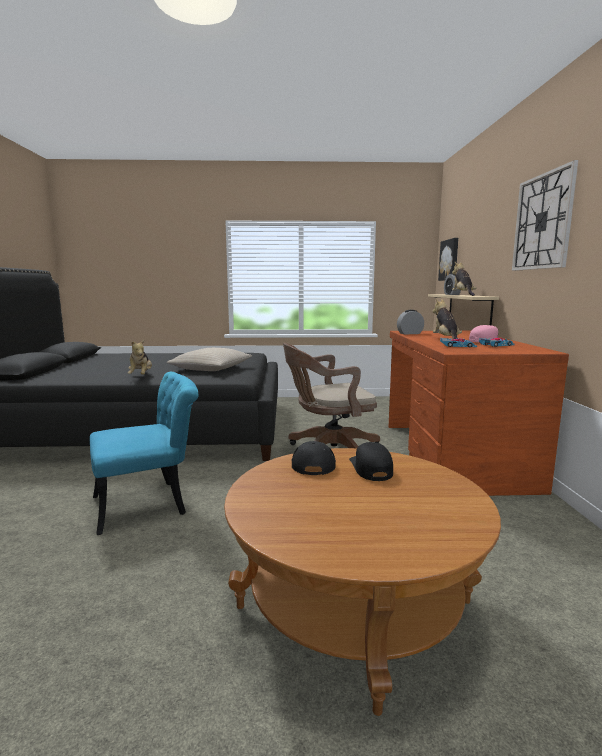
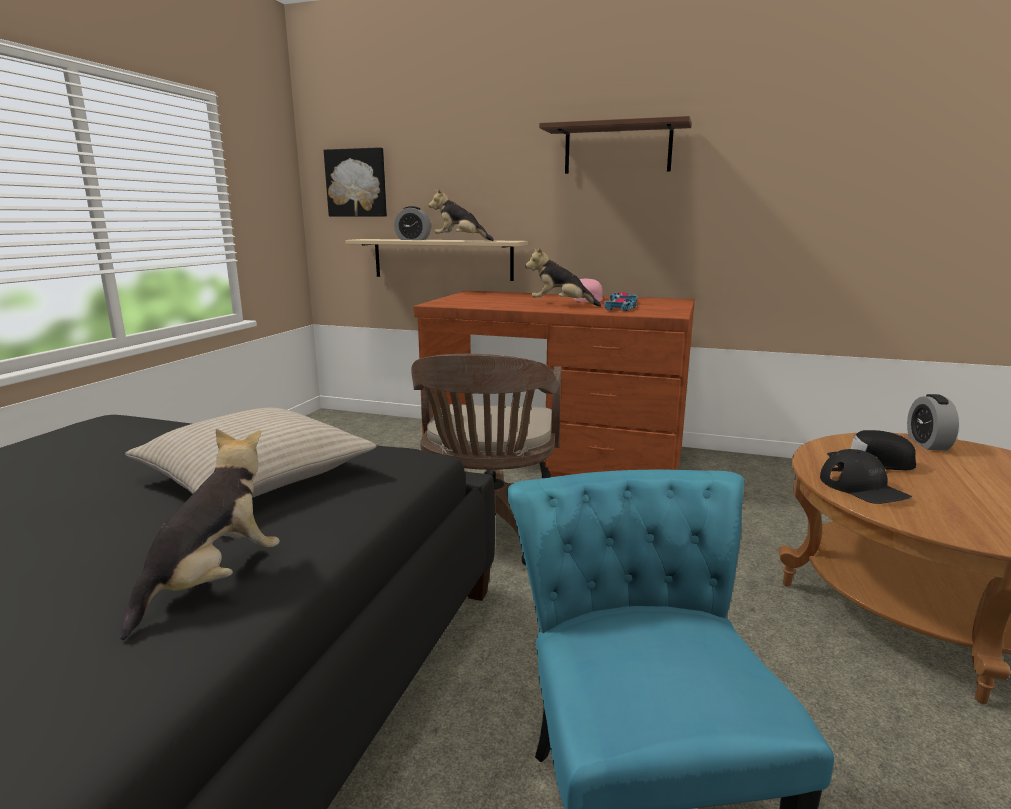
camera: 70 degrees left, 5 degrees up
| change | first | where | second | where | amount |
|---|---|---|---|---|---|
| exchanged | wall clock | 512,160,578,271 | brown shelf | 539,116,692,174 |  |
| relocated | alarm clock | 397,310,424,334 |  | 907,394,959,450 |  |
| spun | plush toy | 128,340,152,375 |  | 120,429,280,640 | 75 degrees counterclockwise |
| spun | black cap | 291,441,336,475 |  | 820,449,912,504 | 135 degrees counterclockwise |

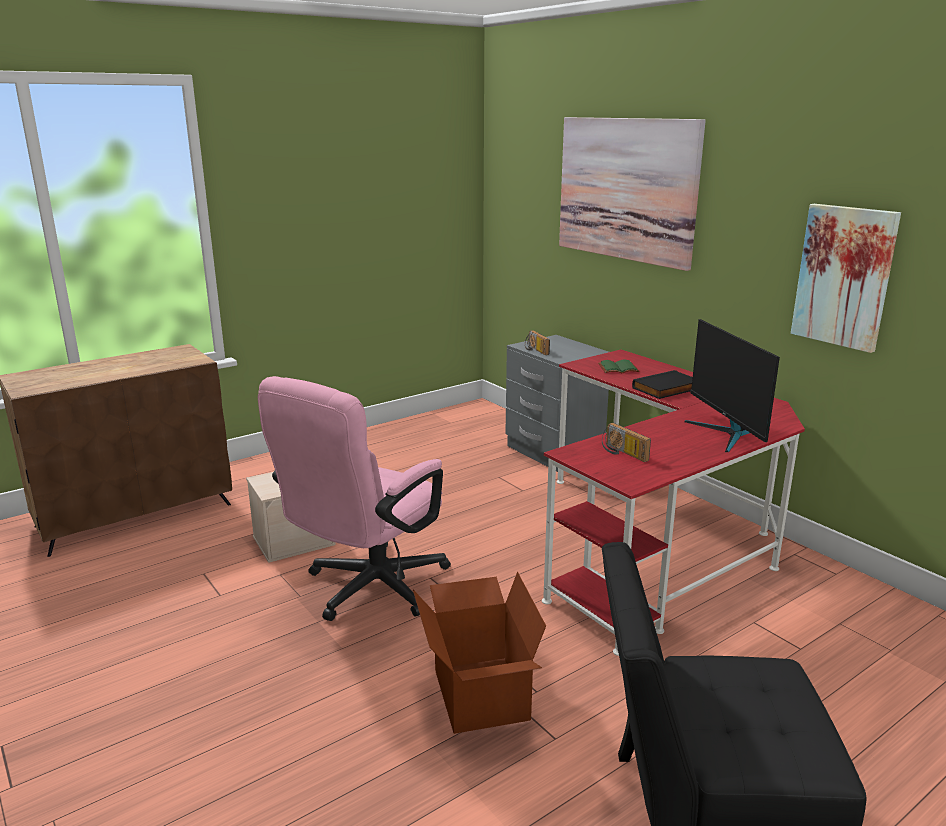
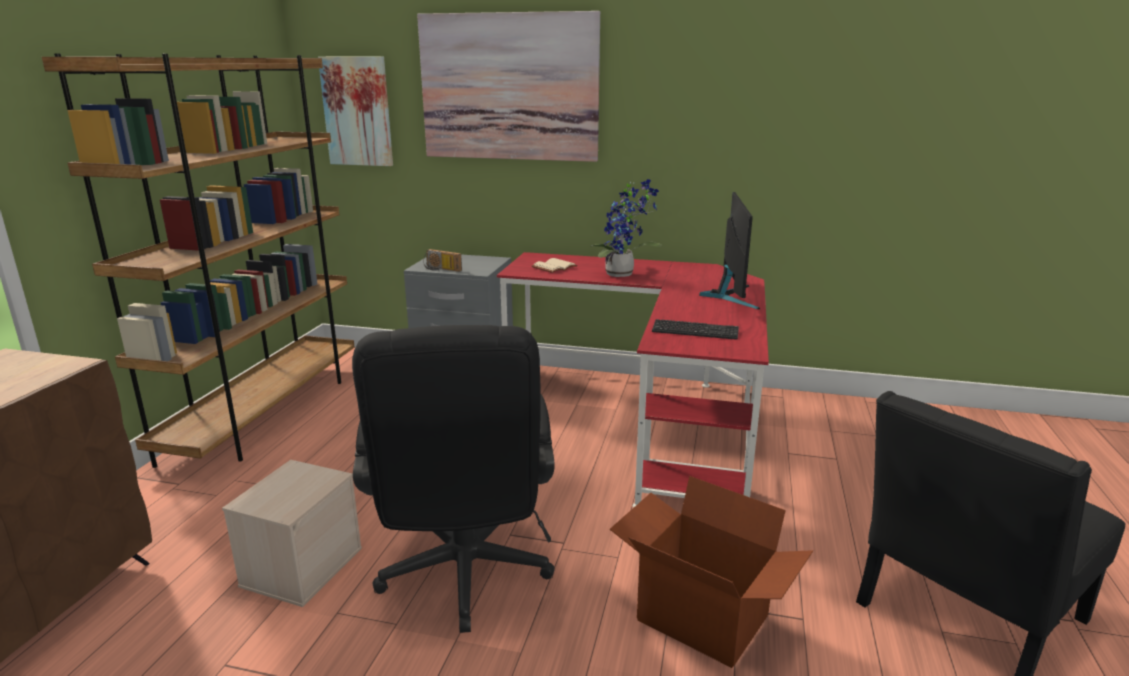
camera: 40 degrees left, 0 degrees up
| change | first | where | second | where | amount |
|---|---|---|---|---|---|
| relocated | picture | 791,204,901,353 |  | 318,57,393,166 |  |
| spun | monitor | 684,319,780,452 |  | 699,192,760,309 | 120 degrees counterclockwise |
| colour | green book | 598,359,639,373 | beige book | 532,258,577,273 |  |
| exchanged | black book | 632,370,693,399 | potted plant | 590,179,662,277 |  |
| colour | pink office chair | 258,376,451,621 | black office chair | 352,325,555,633 |  |
| exchanged | radio | 602,423,651,462 | keyboard | 652,319,739,340 |  |
| appeared |  |  | brown bookcase | 42,53,355,468 |  |

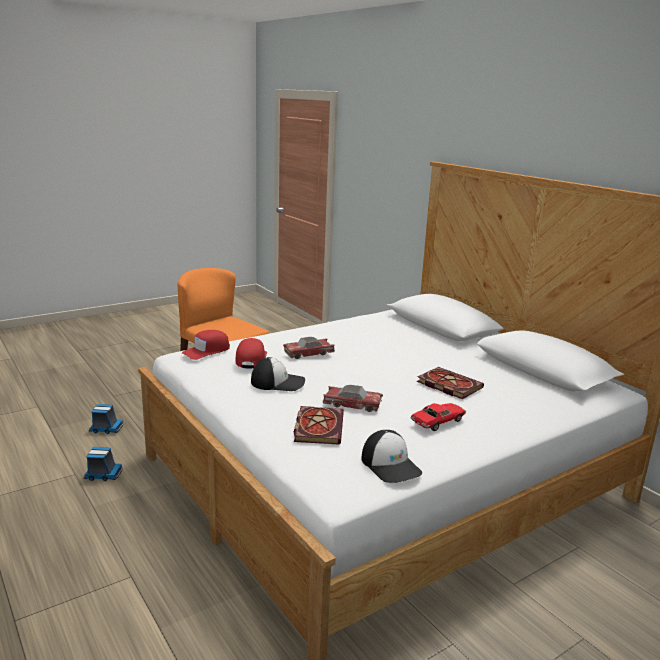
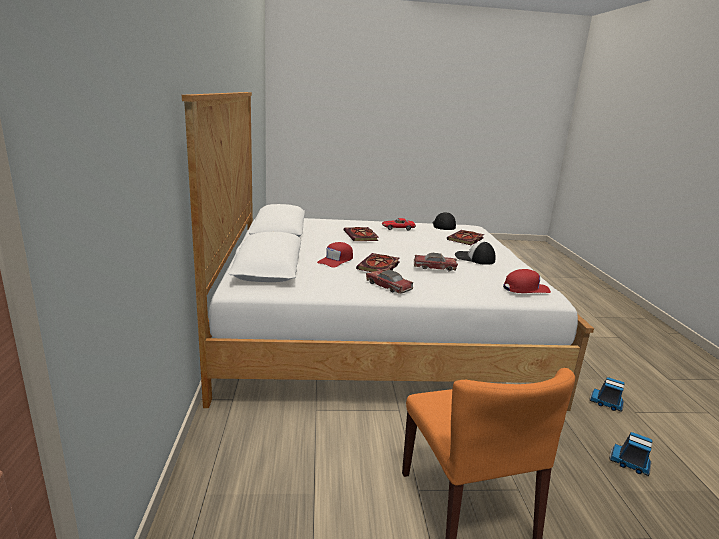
camera: 150 degrees left, 0 degrees up
| change | first | where | second | where | amount |
|---|---|---|---|---|---|
| relocated | red cap | 235,338,267,368 |  | 317,242,353,267 |  |
| relocated | toy car | 323,385,383,412 |  | 366,269,413,294 |  |
| appeared |  |  | book | 356,253,400,272 |  |

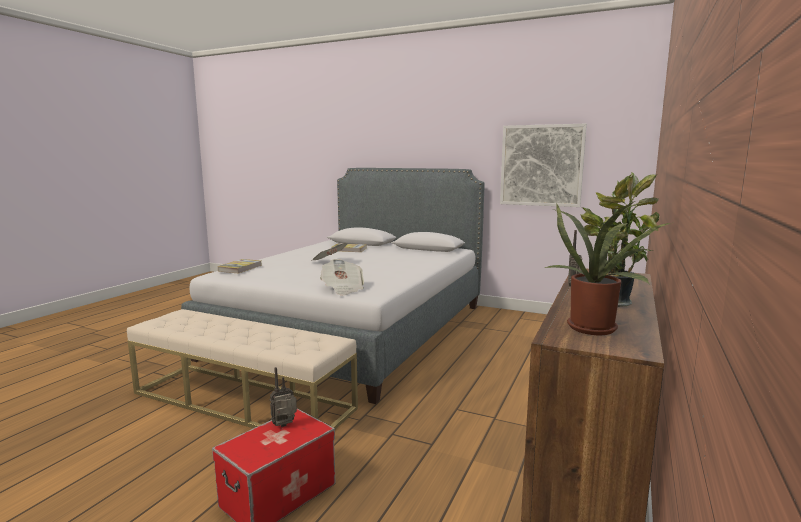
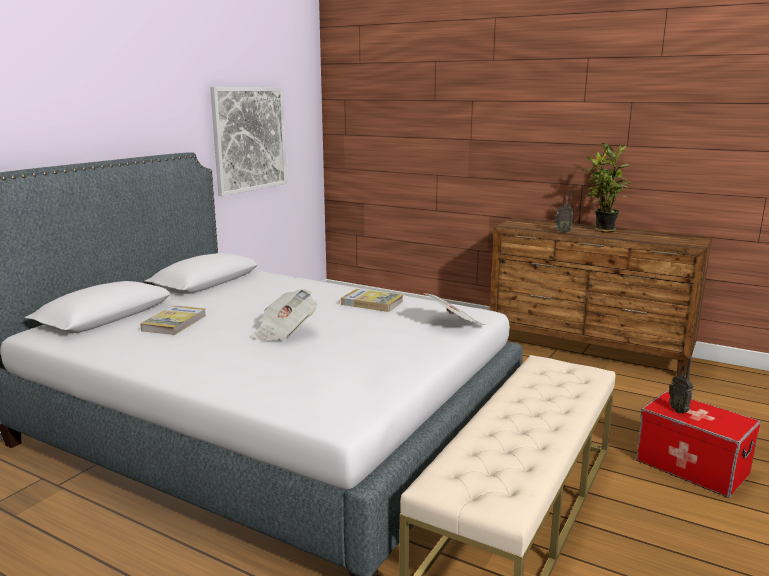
camera: 85 degrees left, 5 degrees up
| change | first | where | second | where | amount |
|---|---|---|---|---|---|
| missing | potted plant | 545,201,670,335 |  |  |  |
| relocated | book | 218,259,262,274 |  | 341,289,403,312 |  |

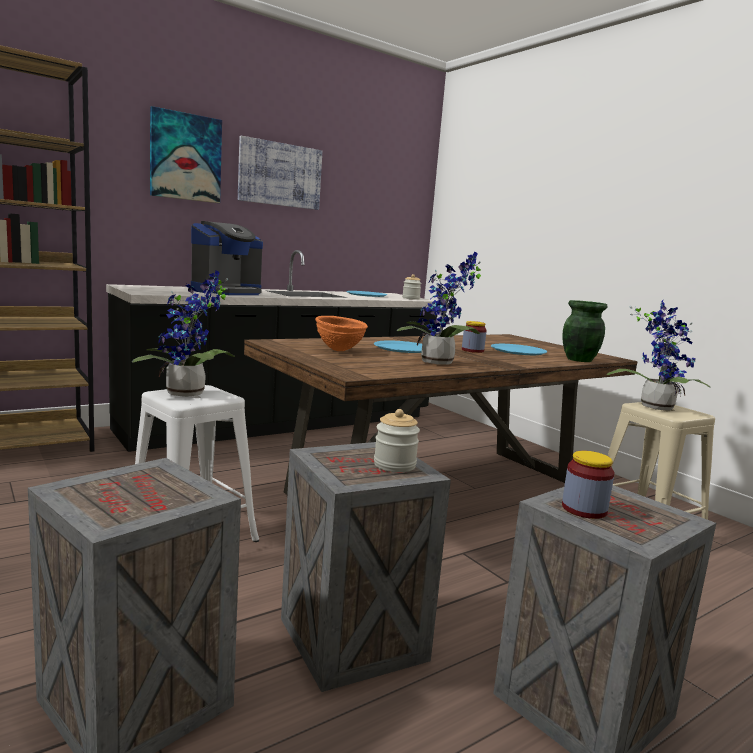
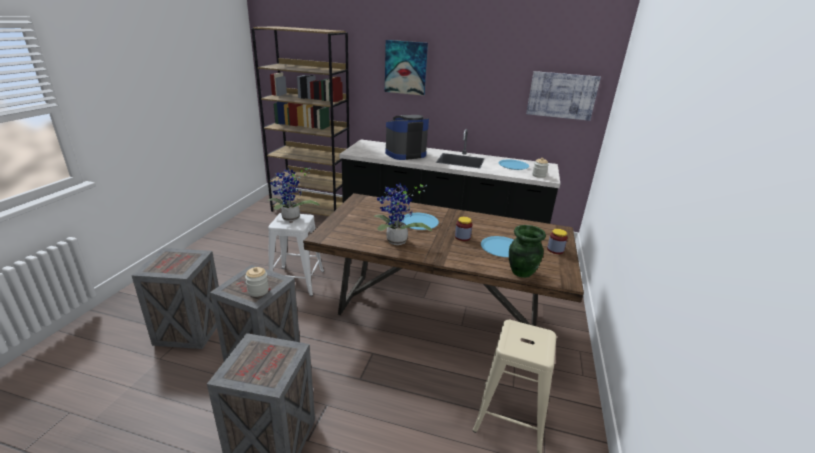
camera: 50 degrees right, 15 degrees up
| change | first | where | second | where | amount |
|---|---|---|---|---|---|
| relocated | picture | 238,136,322,210 |  | 526,71,601,121 |  |
| spun | coffee machine | 191,221,263,295 |  | 385,115,429,160 | 150 degrees clockwise |
| missing | potted plant | 607,300,711,410 |  |  |  |
| missing | orange bowl | 315,316,368,351 |  |  |  |
| relocated | jar | 562,451,614,519 |  | 547,229,568,254 |  |

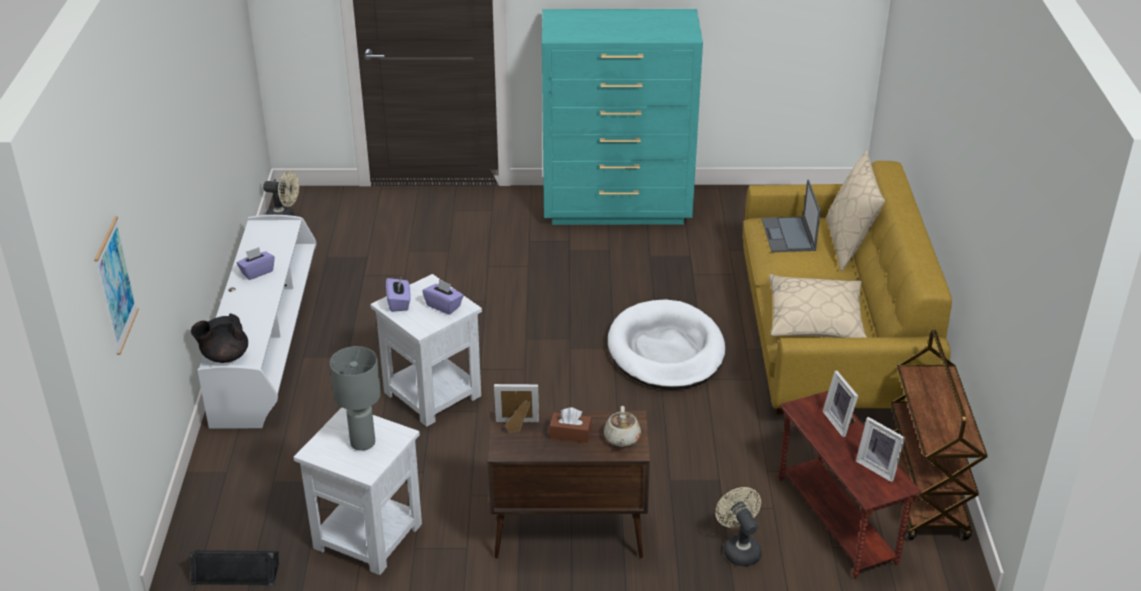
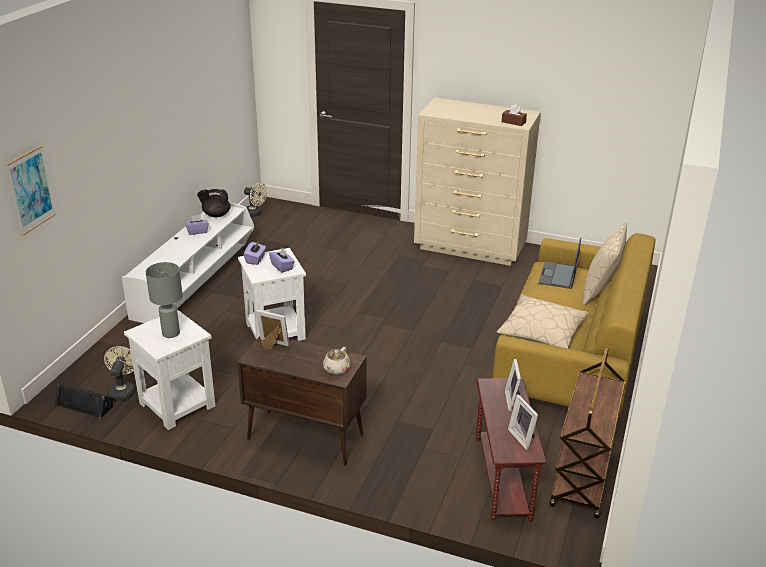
camera: 20 degrees right, 5 degrees down
| change | first | where | second | where | amount |
|---|---|---|---|---|---|
| colour | turquoise dresser | 542,9,703,225 | beige dresser | 414,98,541,266 |  |
| missing | white dog bed | 608,299,725,390 |  |  |  |
| relocated | black teapot | 191,313,248,363 |  | 197,189,231,217 |  |
| relocated | brown tissue box | 549,407,592,443 |  | 502,104,527,126 |  |
| relocated | beige fan | 715,487,762,567 |  | 104,346,135,401 |  |

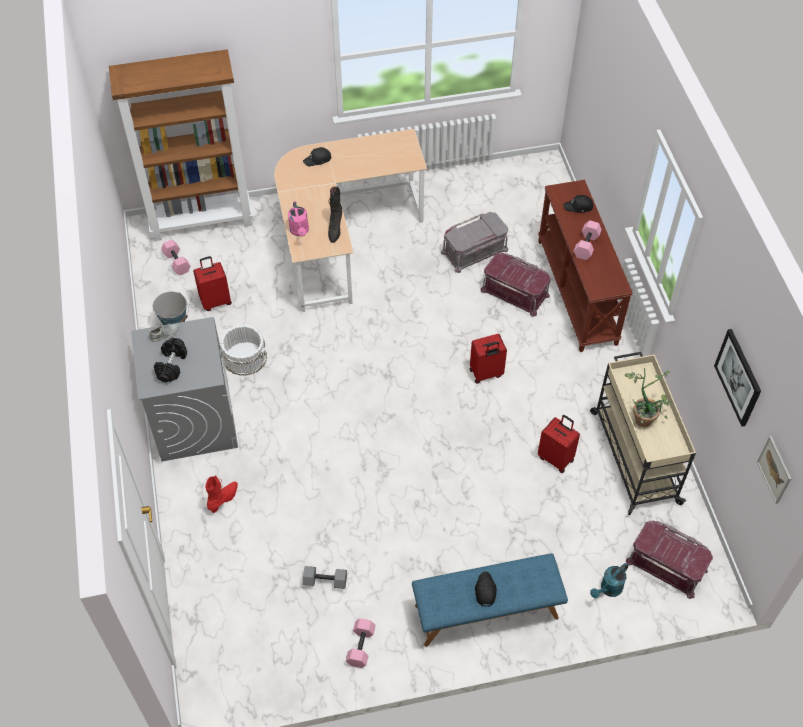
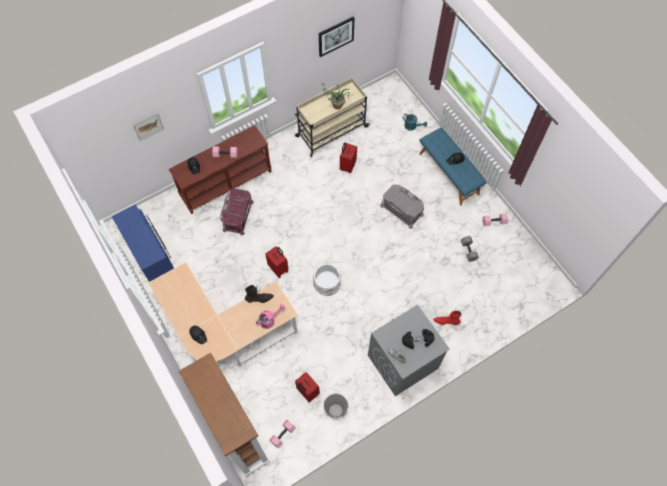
camera: 110 degrees left, 10 degrees up
| change | first | where | second | where | amount |
|---|---|---|---|---|---|
| relocated | grey storage box | 441,212,508,273 |  | 380,184,424,228 |  |
| relocated | white bucket | 220,325,267,376 |  | 313,263,341,296 |  |
| relocated | red suitcase | 470,334,507,384 |  | 265,247,289,278 |  |
| relocated | picture | 757,436,791,504 |  | 133,113,164,141 |  |
| missing | red storage box | 626,521,713,599 |  |  |  |
| appeared |  |  | blue dresser | 112,204,174,282 |  |

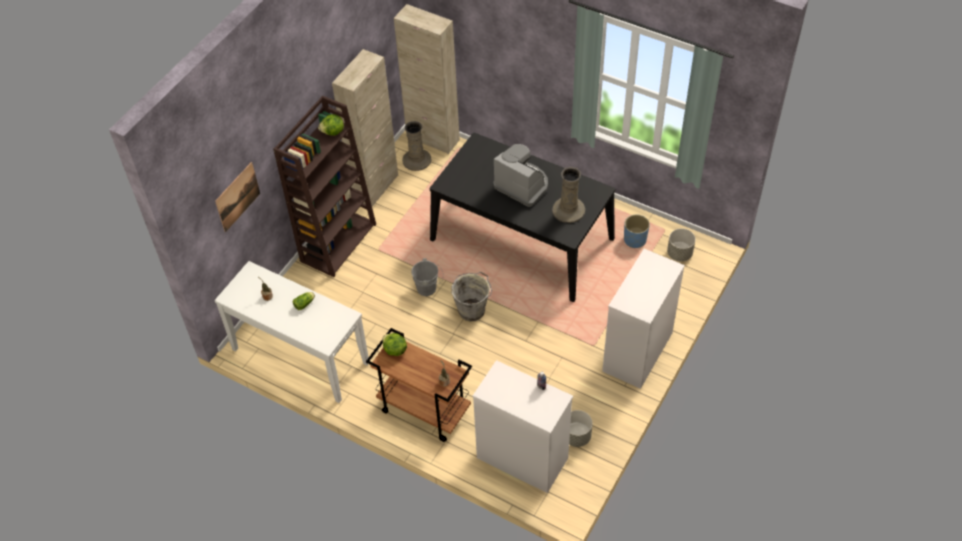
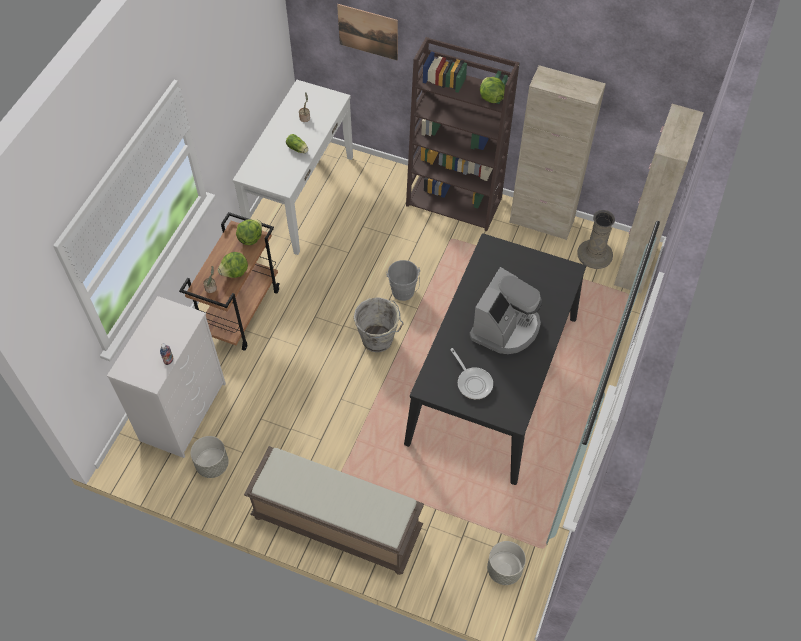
camera: 80 degrees right, 5 degrees up
| change | first | where | second | where | amount |
|---|---|---|---|---|---|
| exchanged | beige vase | 552,167,585,223 | frying pan | 450,348,493,399 |  |
| missing | blue planter | 624,214,650,248 |  |  |  |
| exchanged | white dresser | 602,249,685,389 | brown bench | 244,446,424,575 |  |
| appeared |  |  | lettuce | 218,252,248,278 |  |

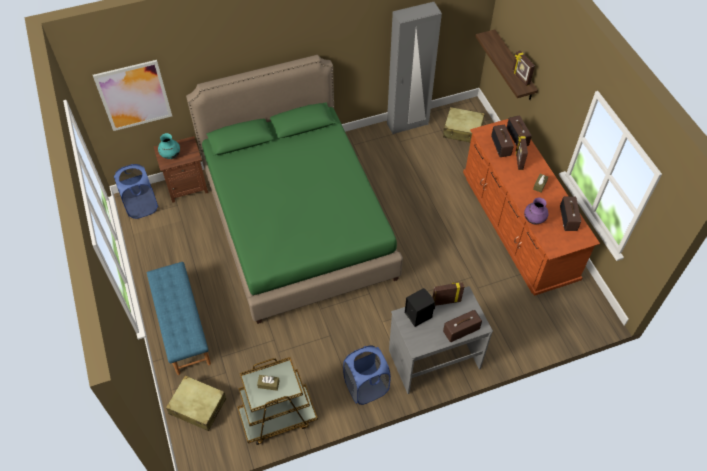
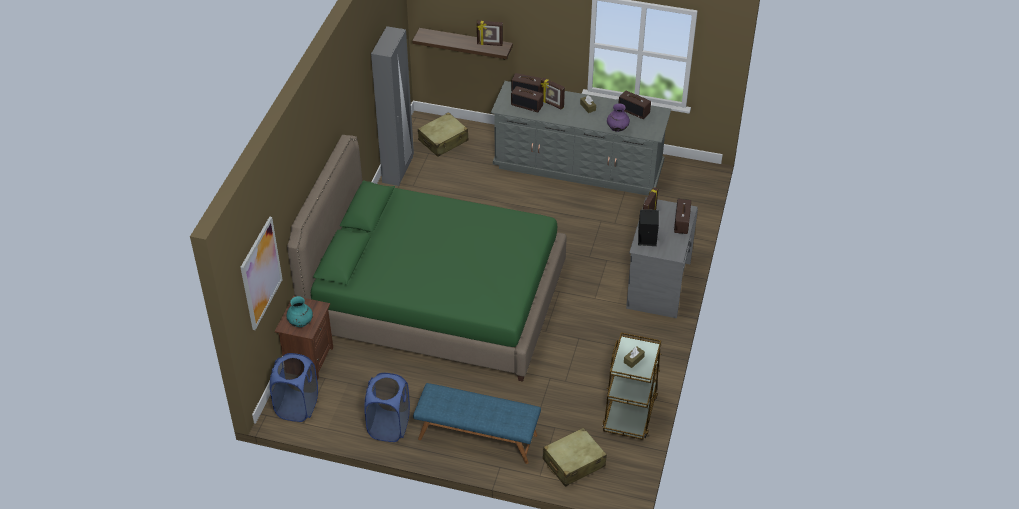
camera: 55 degrees left, 10 degrees down
| change | first | where | second | where | amount |
|---|---|---|---|---|---|
| colour | brown dresser | 463,119,600,296 | grey dresser | 491,81,671,196 |  |
| relocated | blue laundry basket | 343,345,391,405 |  | 364,373,410,442 |  |

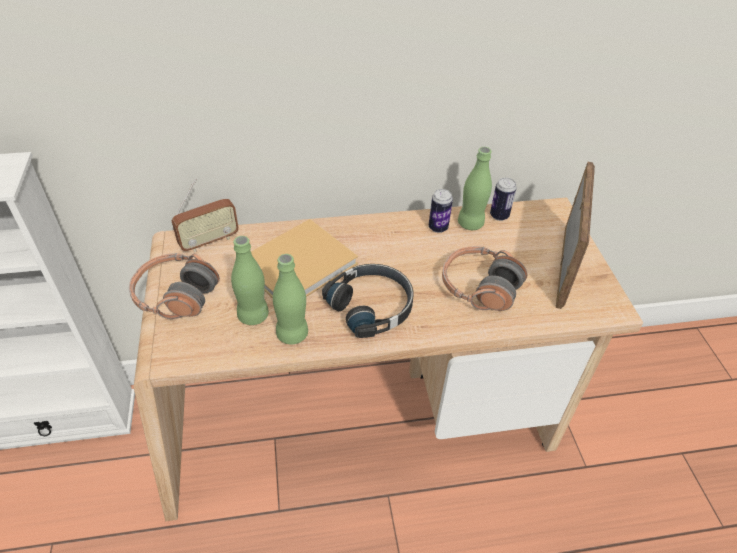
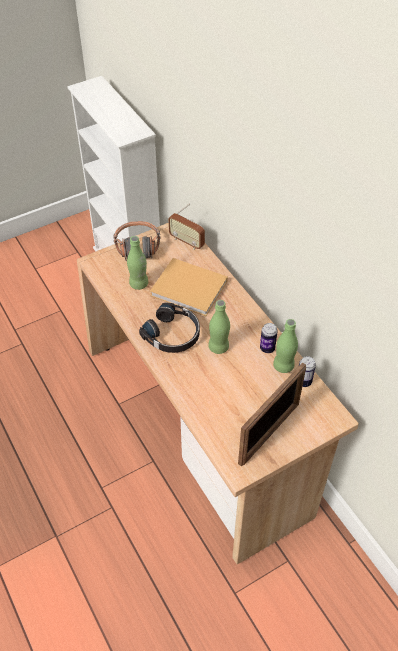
camera: 70 degrees right, 5 degrees up
| change | first | where | second | where | amount |
|---|---|---|---|---|---|
| spun | picture frame | 556,162,595,309 |  | 238,362,306,466 | 45 degrees counterclockwise |
| missing | headphones | 442,246,527,311 |  |  |  |
| relocated | green bottle | 273,254,308,345 |  | 208,300,230,354 |  |

